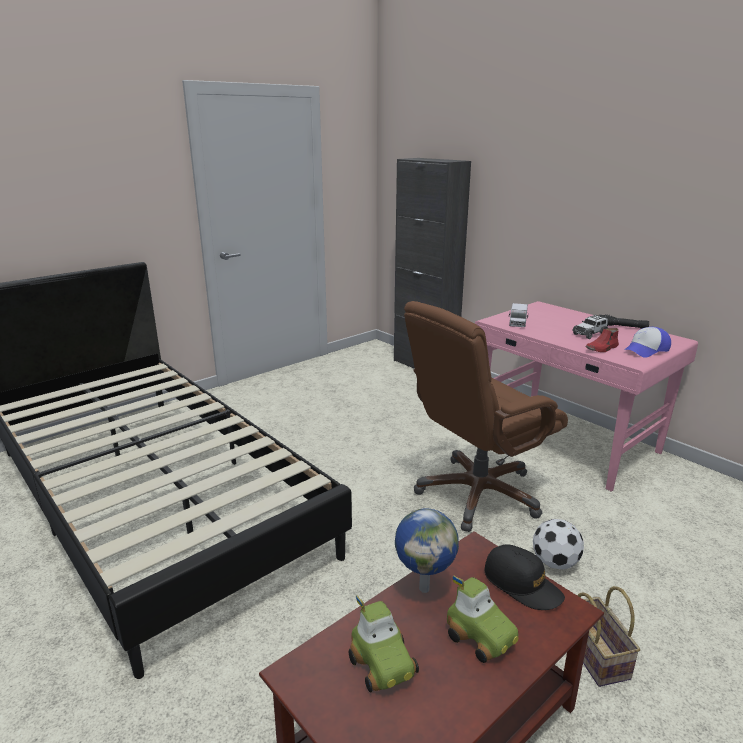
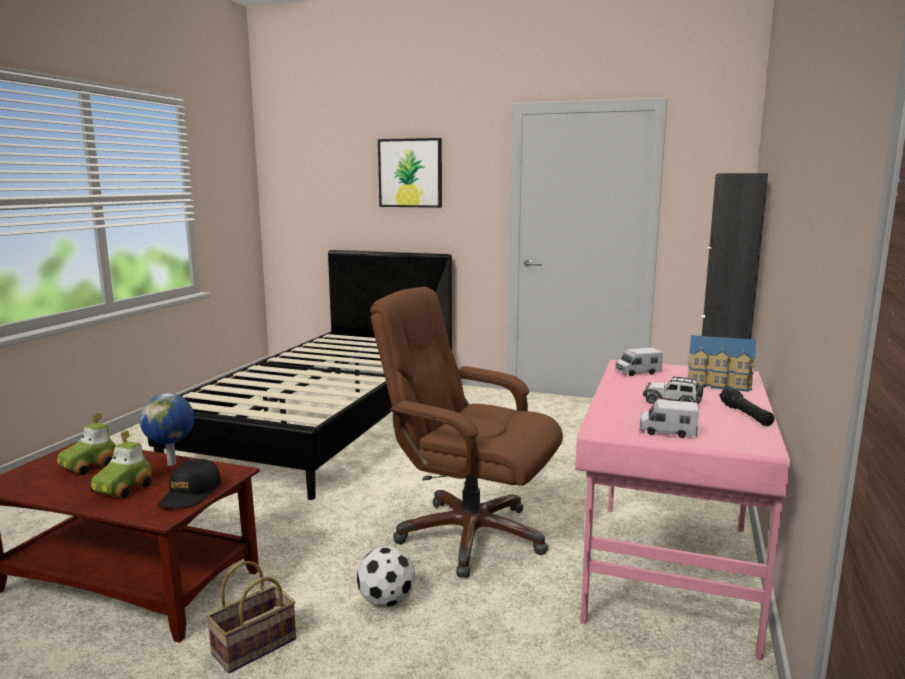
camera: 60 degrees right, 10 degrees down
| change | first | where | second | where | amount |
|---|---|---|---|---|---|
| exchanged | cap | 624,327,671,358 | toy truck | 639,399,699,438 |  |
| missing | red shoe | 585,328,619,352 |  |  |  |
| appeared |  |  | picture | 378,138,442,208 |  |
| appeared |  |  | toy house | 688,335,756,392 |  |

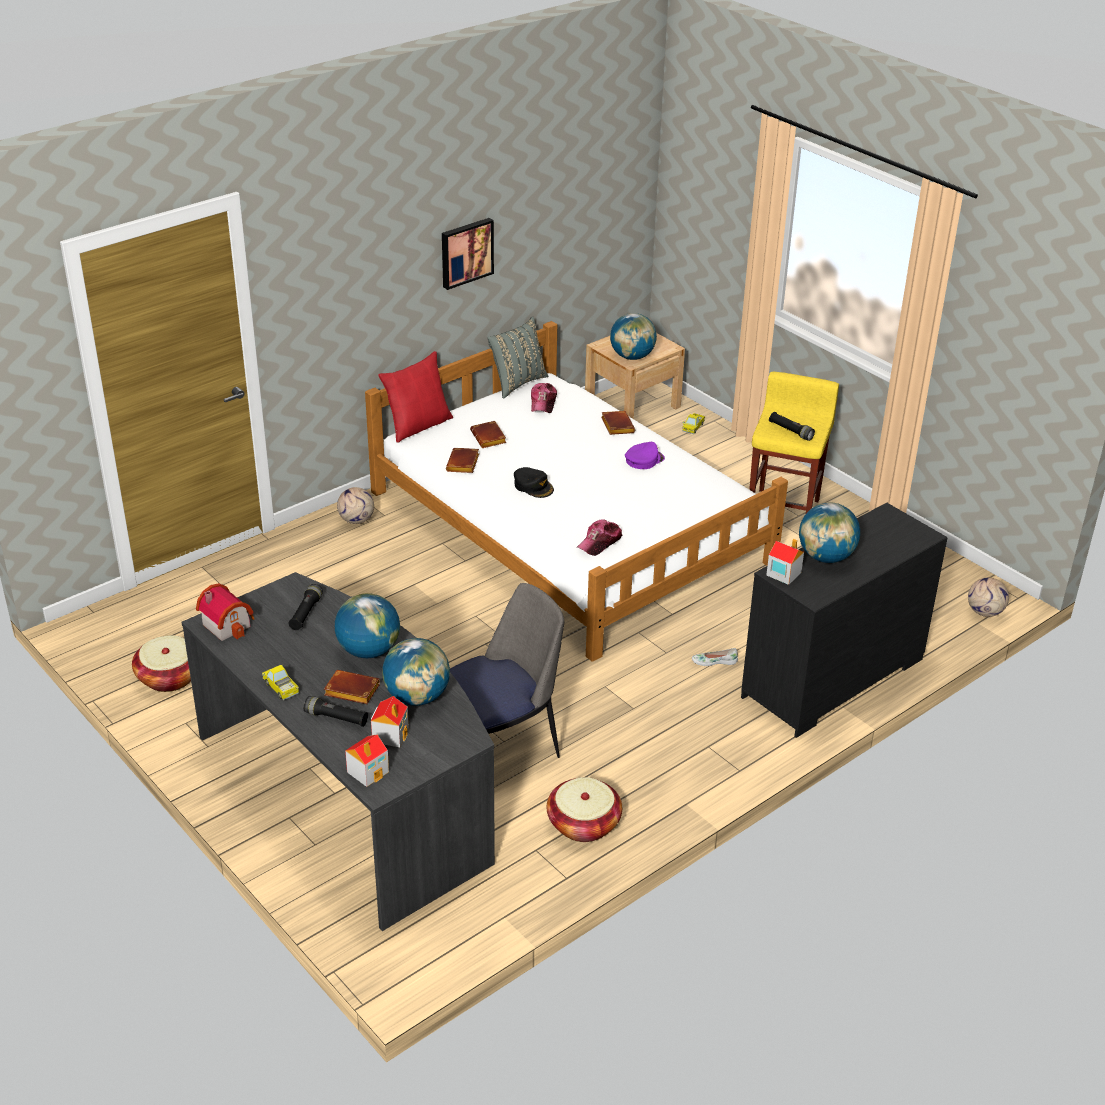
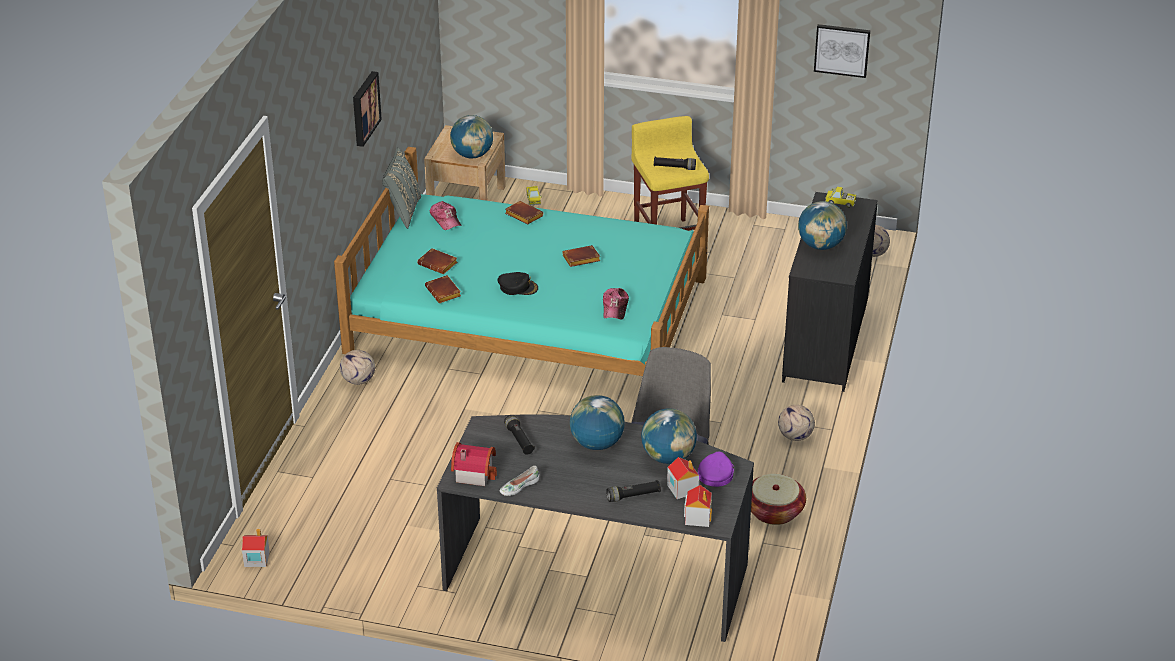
camera: 35 degrees left, 0 degrees up
| change | first | where | second | where | amount |
|---|---|---|---|---|---|
| colour | white bed | 365,321,788,662 | turquoise bed | 334,147,709,376 |  |
| missing | red pillow | 378,351,453,443 |  |  |  |
| relocated | purple cap | 625,442,665,469 |  | 698,452,734,487 |  |
| relocated | toy house | 766,539,804,585 |  | 242,529,270,567 |  |
| missing | basket | 132,635,191,692 |  |  |  |
| relocated | white shoe | 692,648,738,666 |  | 500,466,540,496 |  |
| relocated | toy truck | 262,665,299,700 |  | 825,187,857,208 |  |
| relocated | brown book | 324,670,380,704 |  | 562,245,600,267 |  |
| appeared |  |  | picture | 814,24,870,78 |  |
| appeared |  |  | football | 778,405,815,441 |  |

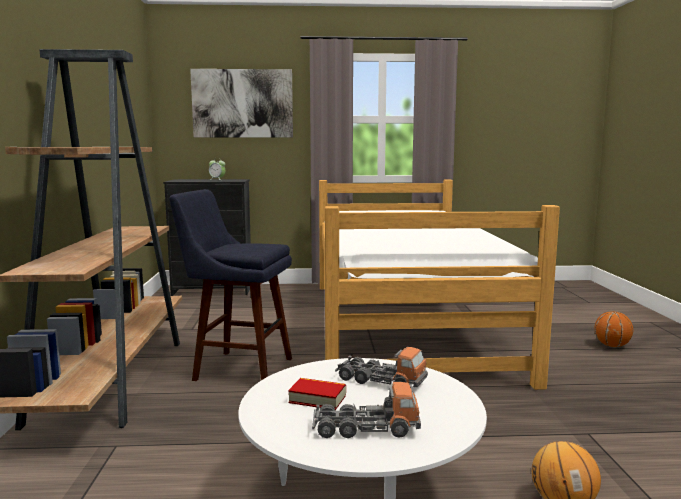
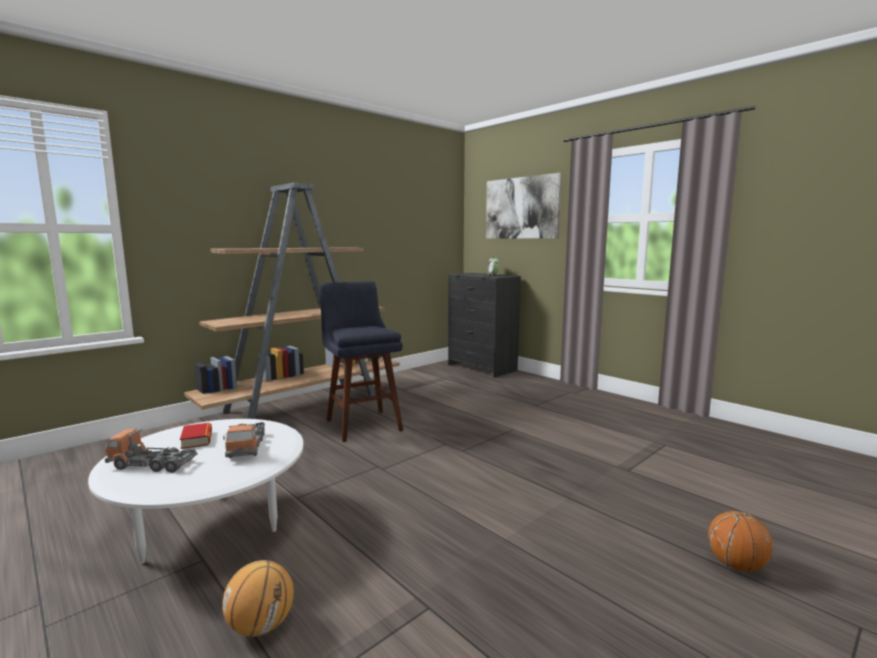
camera: 50 degrees right, 0 degrees up
| change | first | where | second | where | amount |
|---|---|---|---|---|---|
| missing | bed | 319,180,560,390 |  |  |  |
| spun | toy truck | 312,382,421,438 |  | 105,429,198,473 | 135 degrees clockwise |

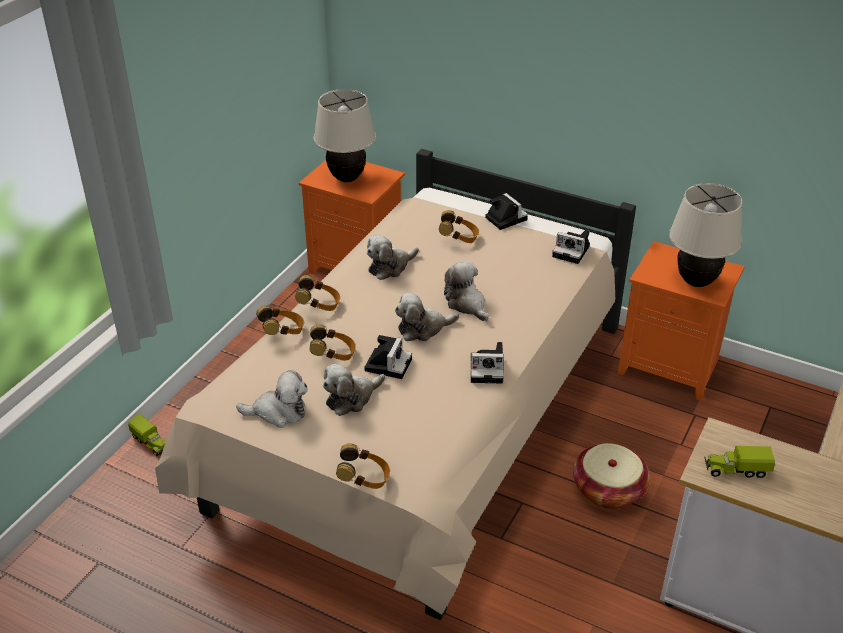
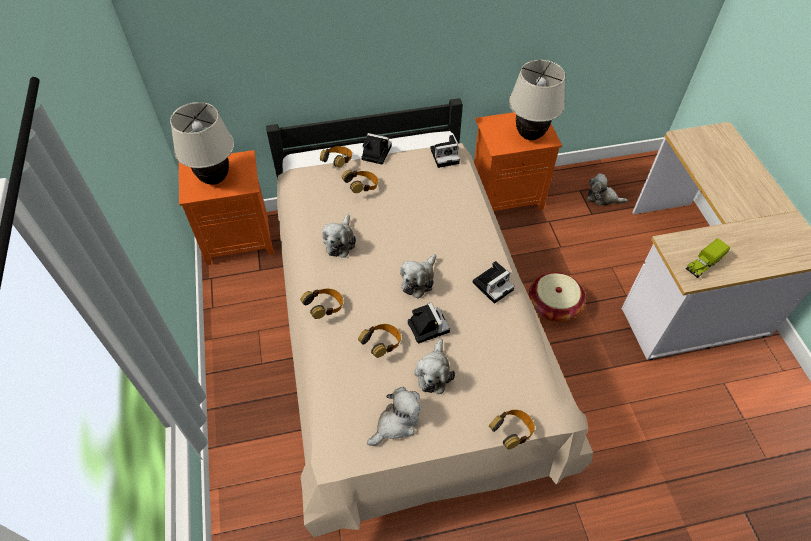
camera: 40 degrees left, 15 degrees up
| change | first | where | second | where | amount |
|---|---|---|---|---|---|
| relocated | plush toy | 444,262,489,321 |  | 587,173,628,206 |  |
| relocated | headphones | 256,305,304,335 |  | 320,146,352,167 |  |
| missing | toy truck | 128,414,166,456 |  |  |  |

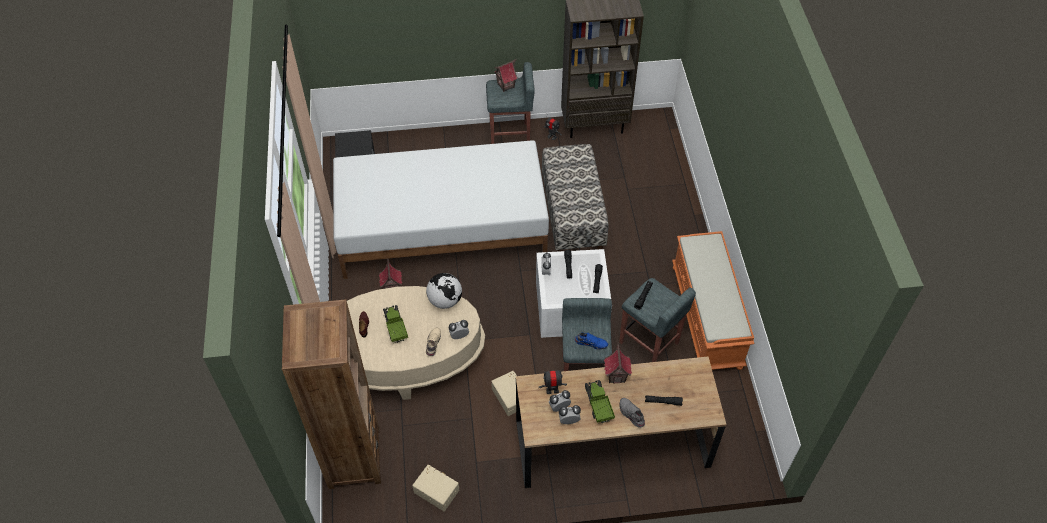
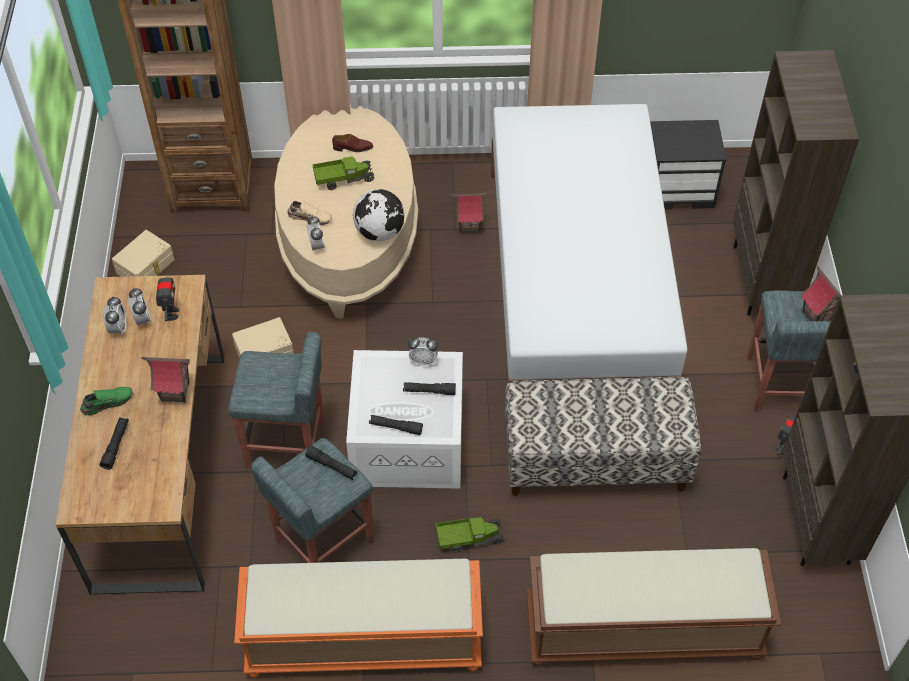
camera: 95 degrees right, 0 degrees up
| change | first | where | second | where | amount |
|---|---|---|---|---|---|
| missing | blue shoe | 575,333,608,350 |  |  |  |
| relocated | toy truck | 585,380,615,423 |  | 436,516,504,553 |  |
| colour | grey shoe | 619,398,645,428 | green shoe | 80,387,133,416 |  |
| appeared |  |  | brown bookcase | 733,50,859,316 |  |
| appeared |  |  | brown bench | 526,548,781,667 |  |

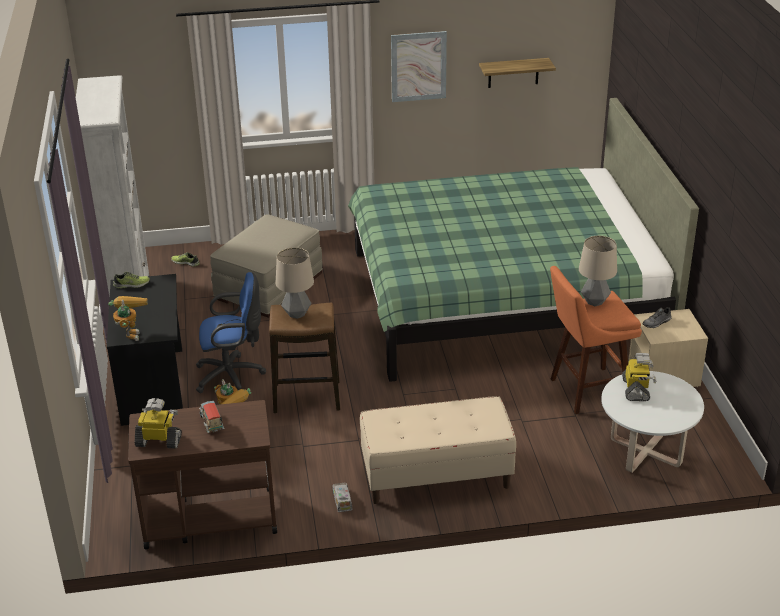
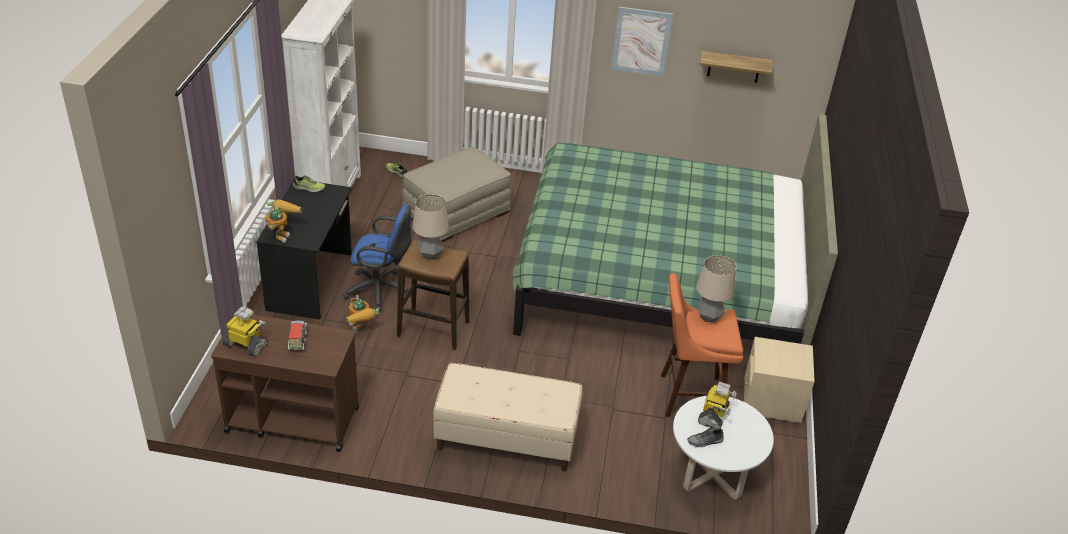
camera: 15 degrees right, 5 degrees up
| change | first | where | second | where | amount |
|---|---|---|---|---|---|
| relocated | grey shoe | 642,307,672,328 |  | 687,428,724,447 |  |
| missing | toy truck | 332,483,353,512 |  |  |  |

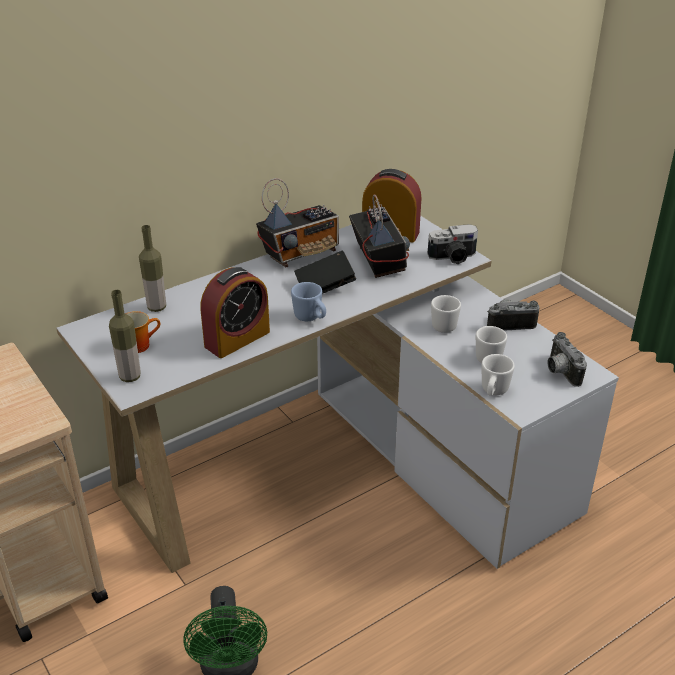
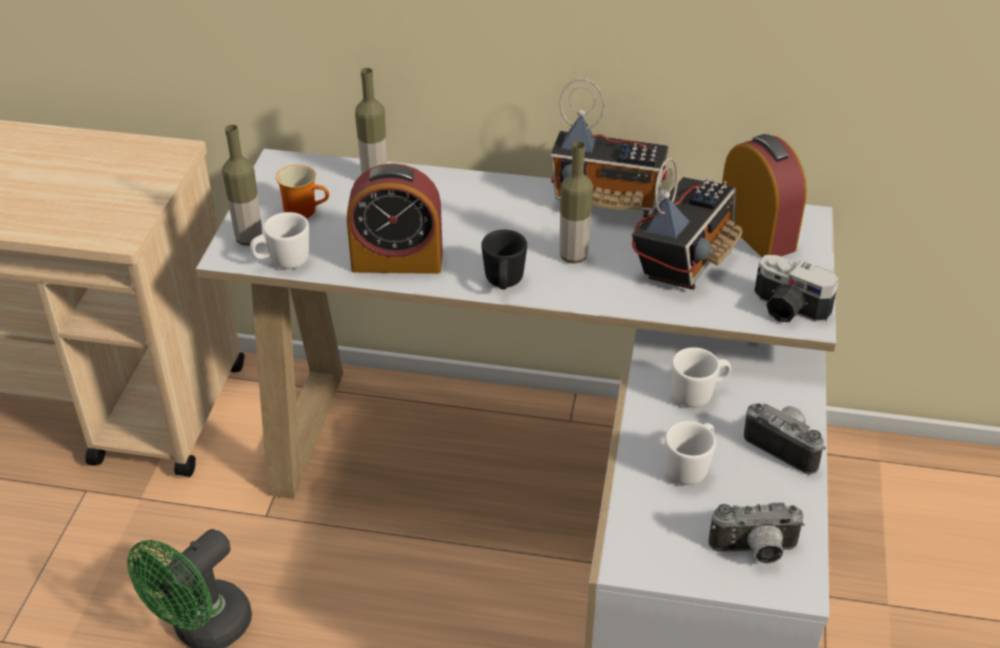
camera: 45 degrees right, 5 degrees up
| change | first | where | second | where | amount |
|---|---|---|---|---|---|
| exchanged | black book | 294,250,356,294 | bottle | 559,141,593,264 |  |
| colour | blue mug | 291,282,326,321 | black mug | 481,230,527,289 |  |
| spun | photo camera | 547,332,587,387 |  | 708,503,805,564 | 120 degrees counterclockwise |
| relocated | white mug | 482,354,515,396 |  | 250,212,309,269 |  |

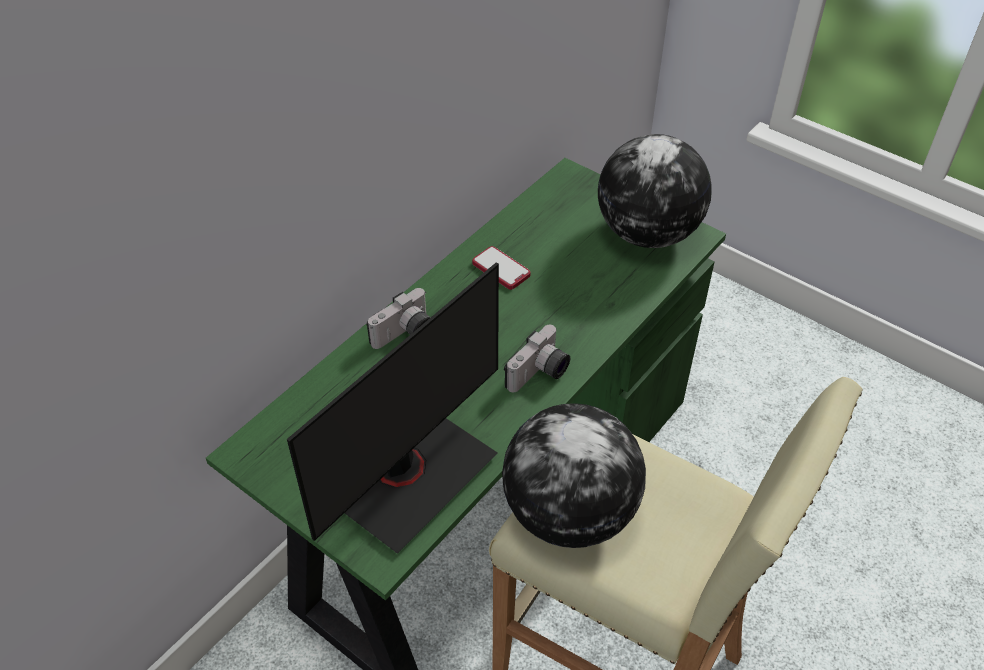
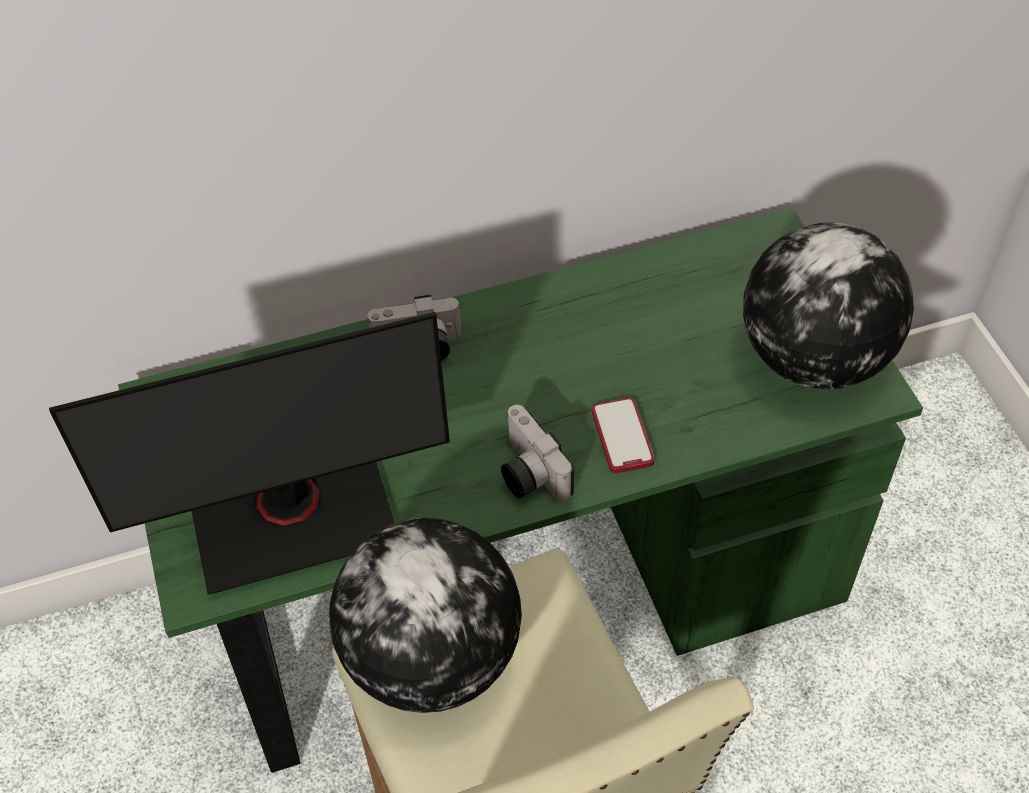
camera: 35 degrees right, 5 degrees up
| change | first | where | second | where | amount |
|---|---|---|---|---|---|
| relocated | phone | 472,246,531,290 |  | 592,398,654,473 |  |
| spun | photo camera | 504,325,570,392 |  | 501,405,574,501 | 75 degrees clockwise |

